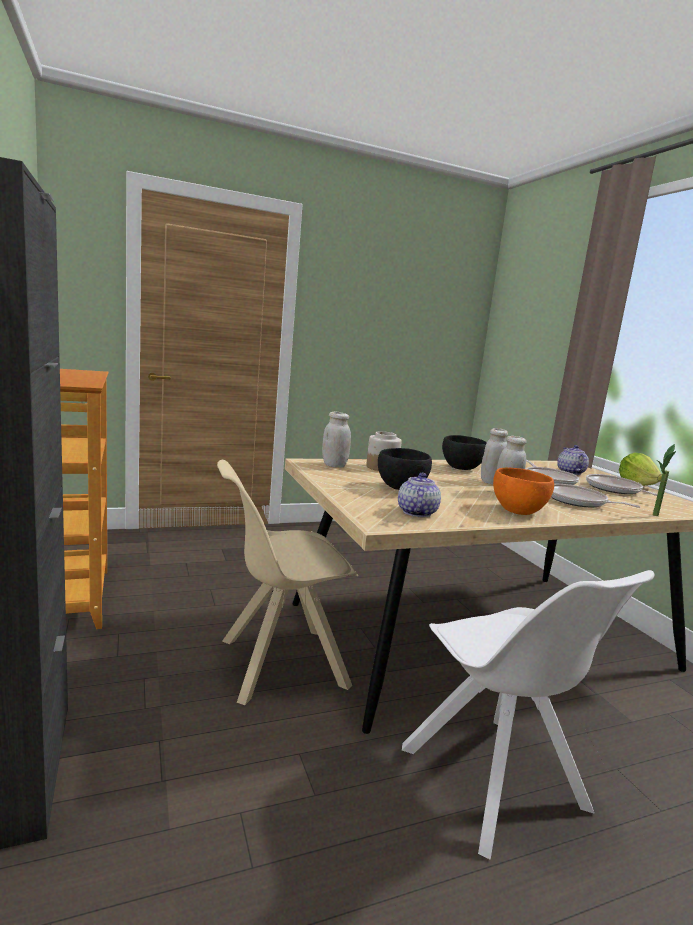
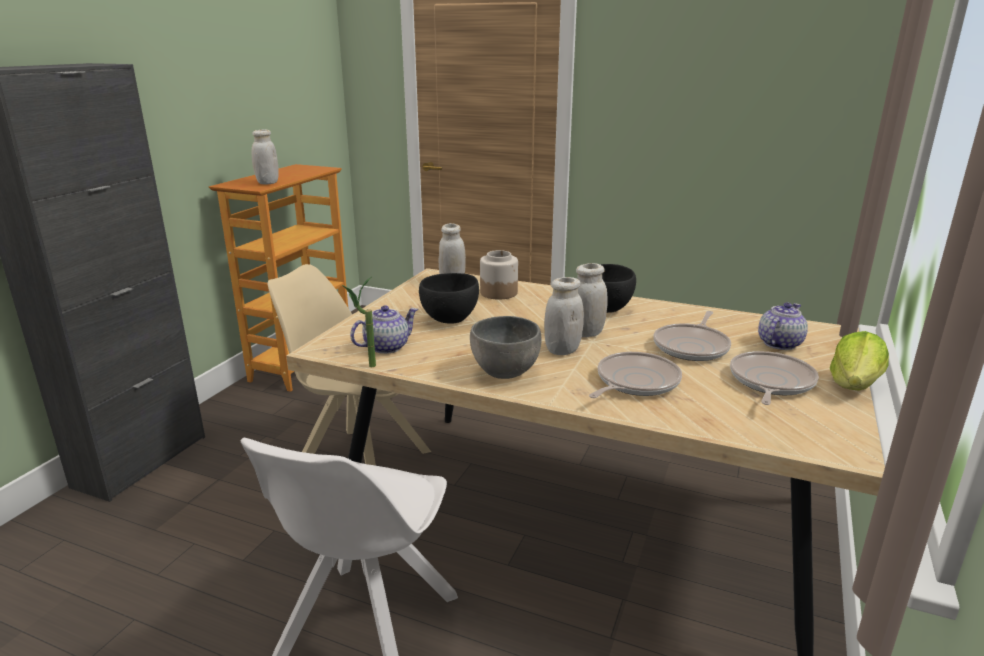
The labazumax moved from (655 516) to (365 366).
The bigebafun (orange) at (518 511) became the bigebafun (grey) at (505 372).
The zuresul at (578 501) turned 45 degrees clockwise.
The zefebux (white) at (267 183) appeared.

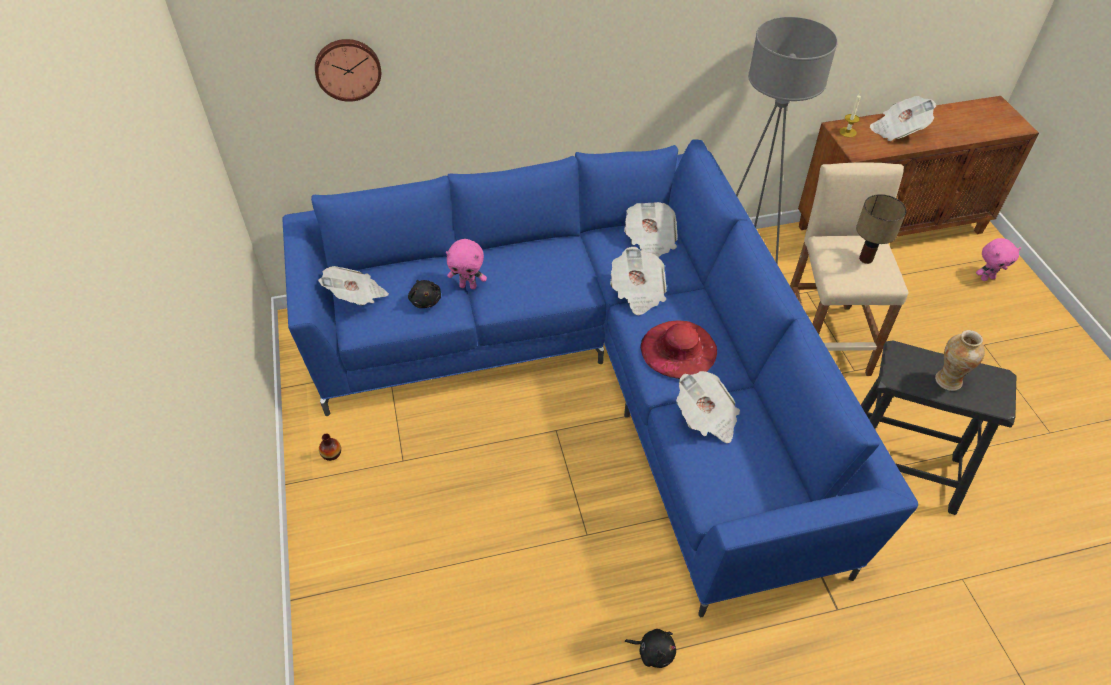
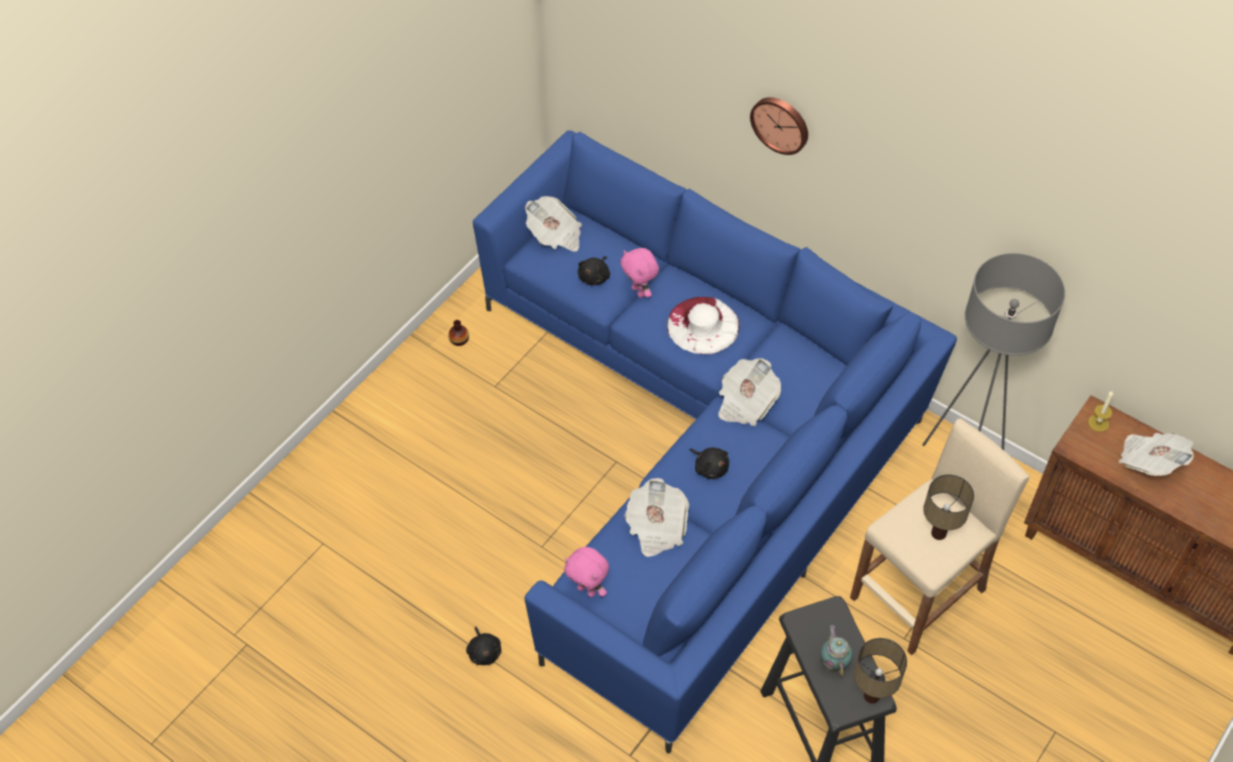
The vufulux moved from (347 68) to (781 124).
The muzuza at (650 241) disappeared.
The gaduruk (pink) moved from (987 278) to (587 590).
The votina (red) at (678 349) was replaced by the gaduruk (black) at (710 467).
The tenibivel at (948 381) was replaced by the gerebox at (834 661).
The votina (white) at (703 325) appeared.
The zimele at (872 695) appeared.

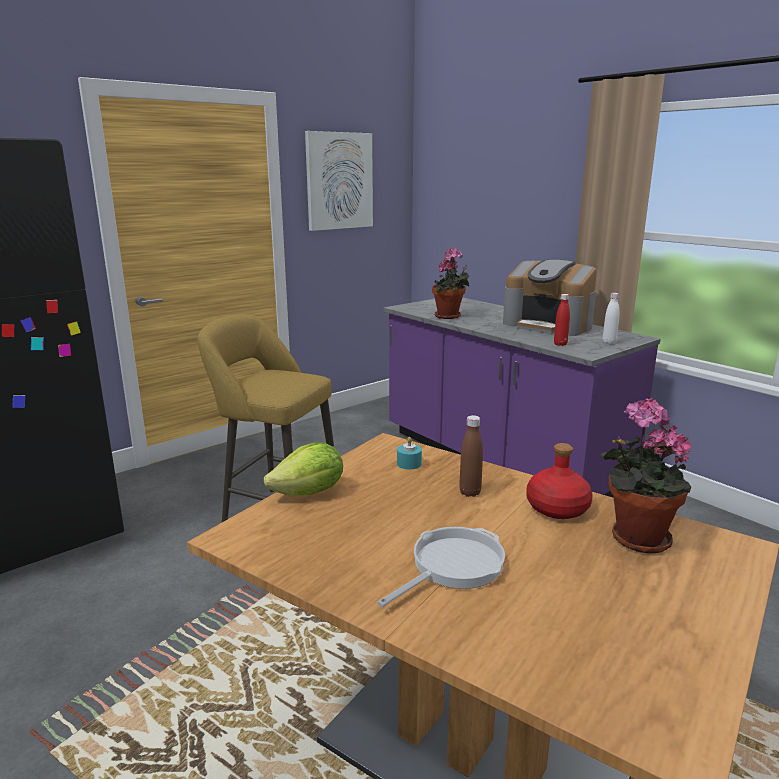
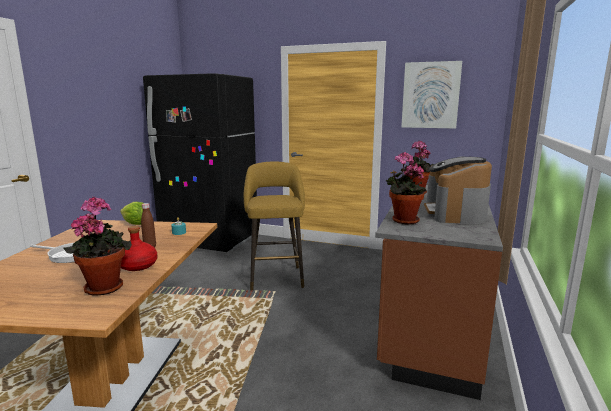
The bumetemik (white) at (609 342) disappeared.
The bumetemik (red) at (560 344) was replaced by the labazumax at (402 221).
The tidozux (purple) at (499 461) became the tidozux (brown) at (430 321).

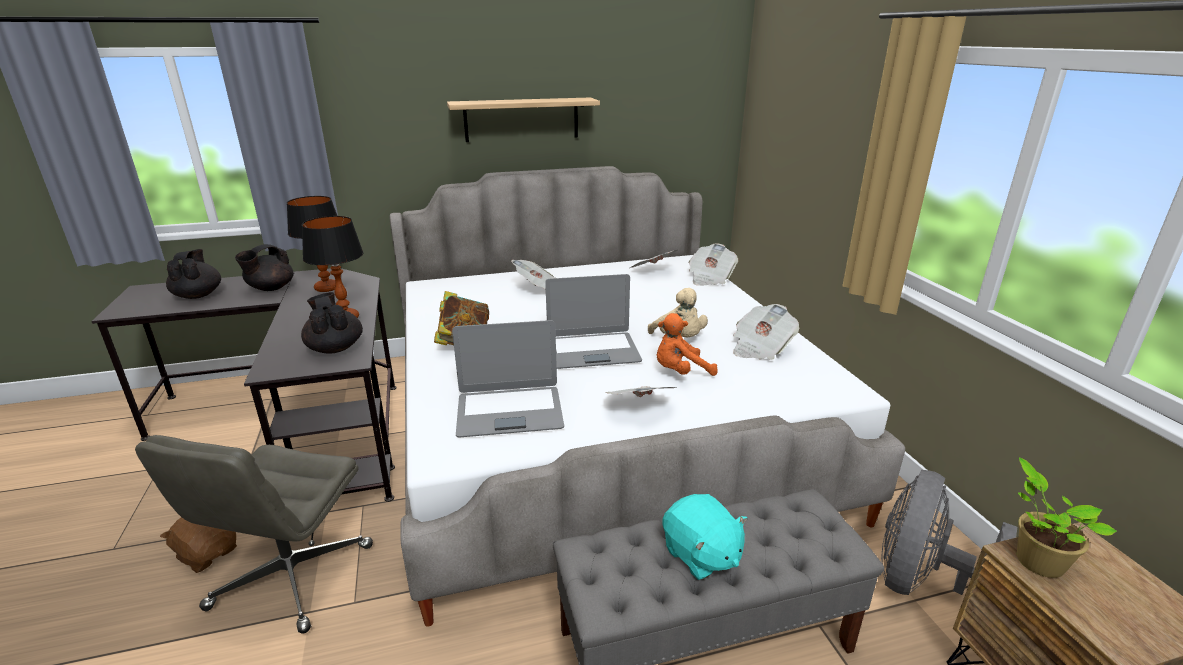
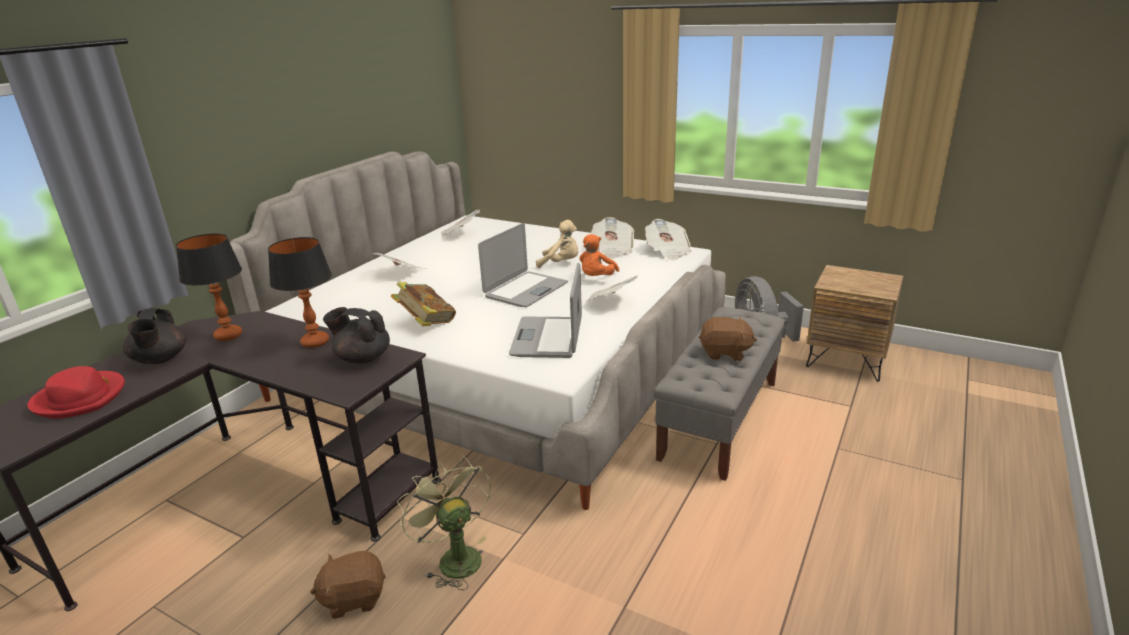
The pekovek at (521 119) disappeared.
The muzuza moved from (710 278) to (667 252).
The gerebox (black) at (198 295) was replaced by the votina (red) at (81 398).
The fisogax at (509 412) turned 150 degrees clockwise.
The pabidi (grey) at (291 578) was replaced by the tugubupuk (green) at (454 557).
The labazumax at (1035 560) disappeared.
The gaduruk (turquoise) at (701 555) became the gaduruk (brown) at (725 353).

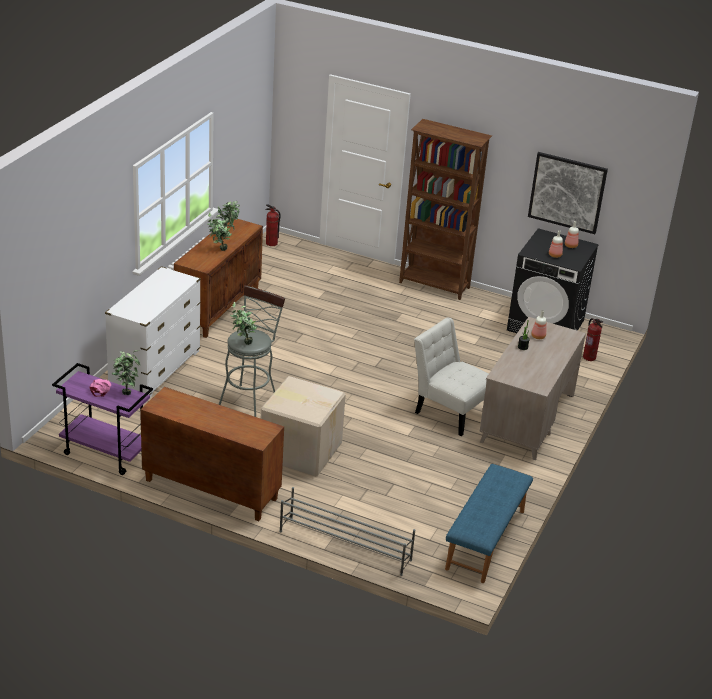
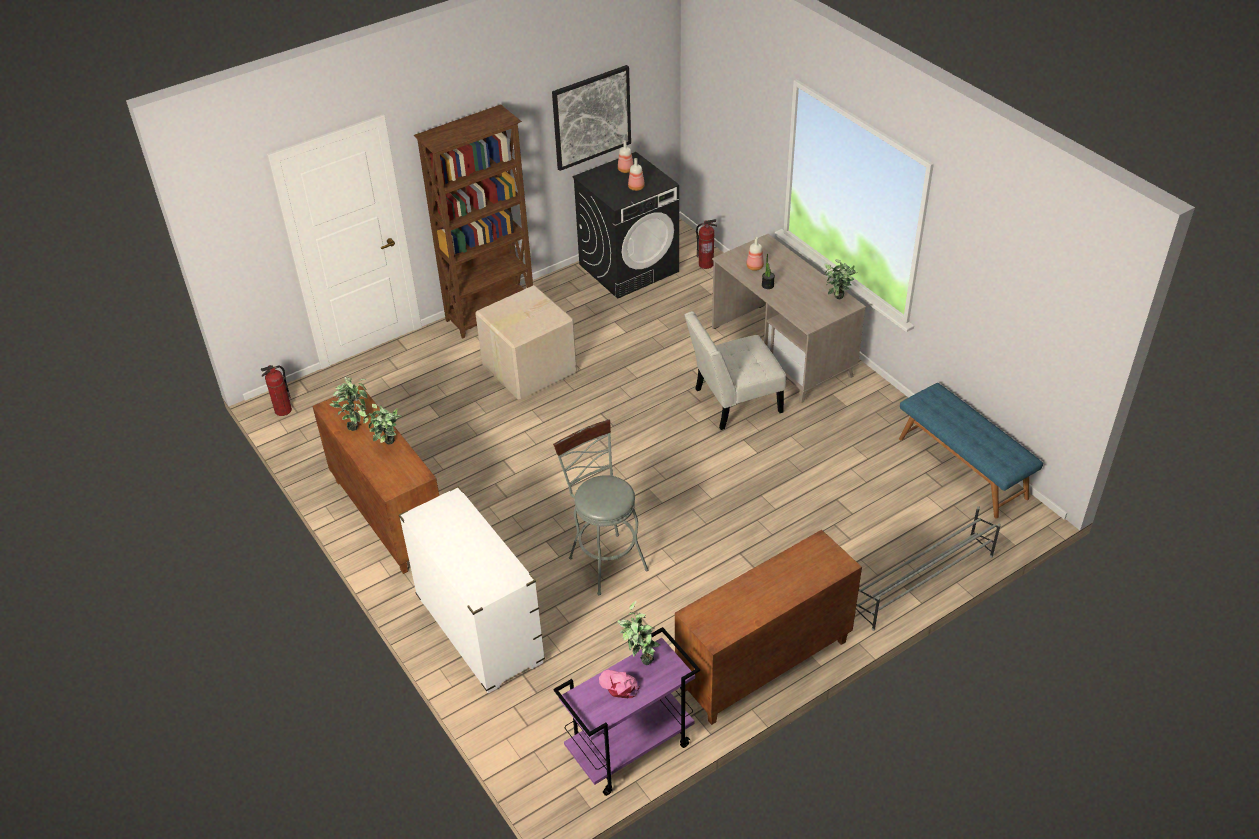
The labazumax moved from (243 343) to (837 301).
The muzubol moved from (300 450) to (528 369).

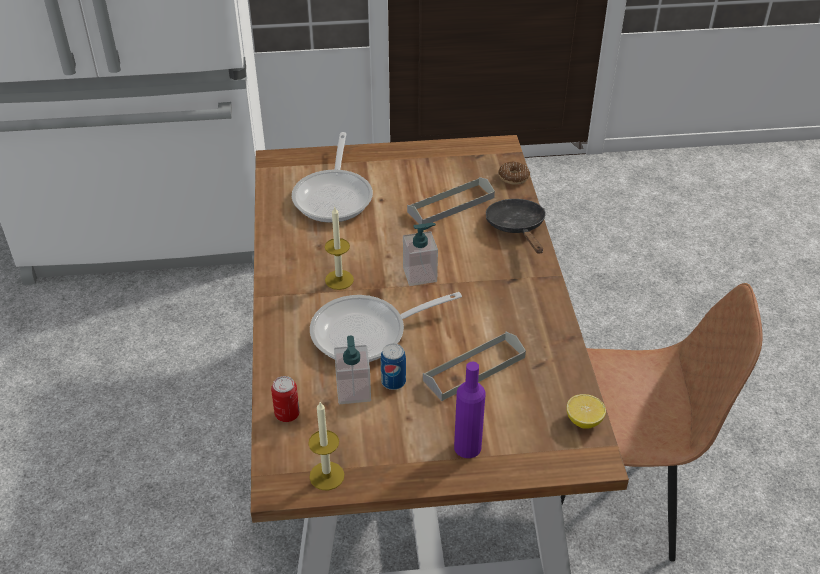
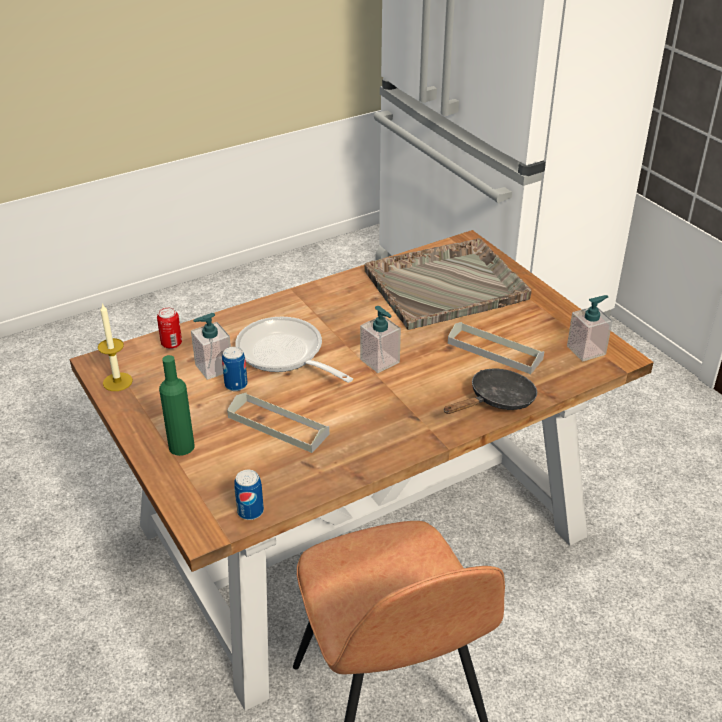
The zuresul at (334 196) was replaced by the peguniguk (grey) at (447 285).
The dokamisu at (513 177) disappeared.
The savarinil at (339 280) disappeared.
The bumetemik (purple) at (467 447) became the bumetemik (green) at (181 446).
The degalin at (583 420) was replaced by the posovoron at (250 511).
The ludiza at (586 350) appeared.

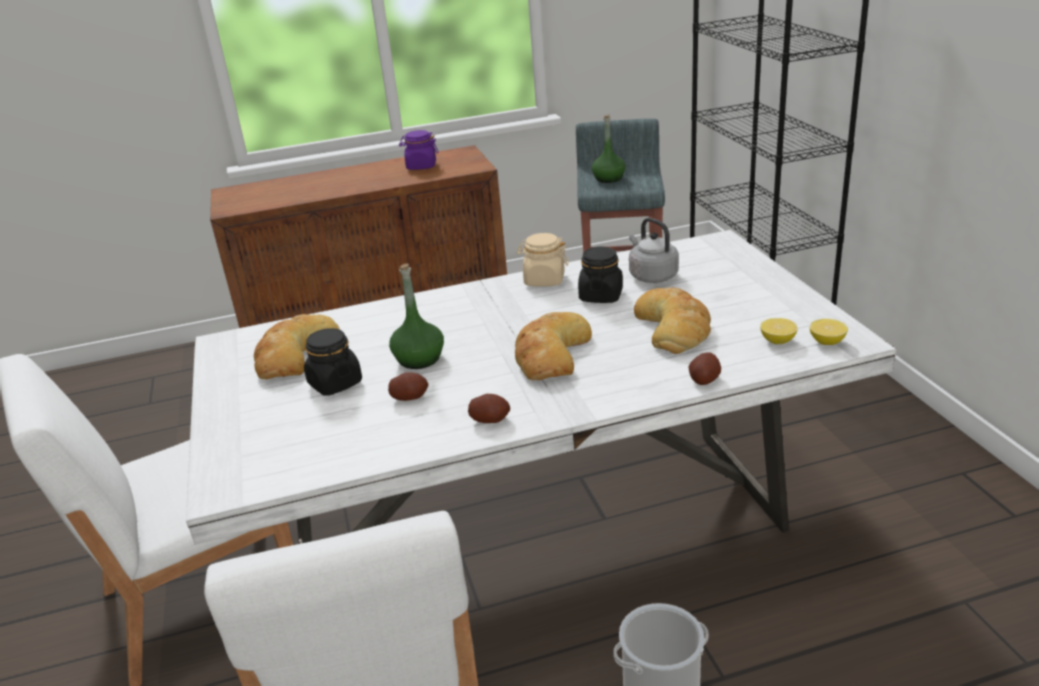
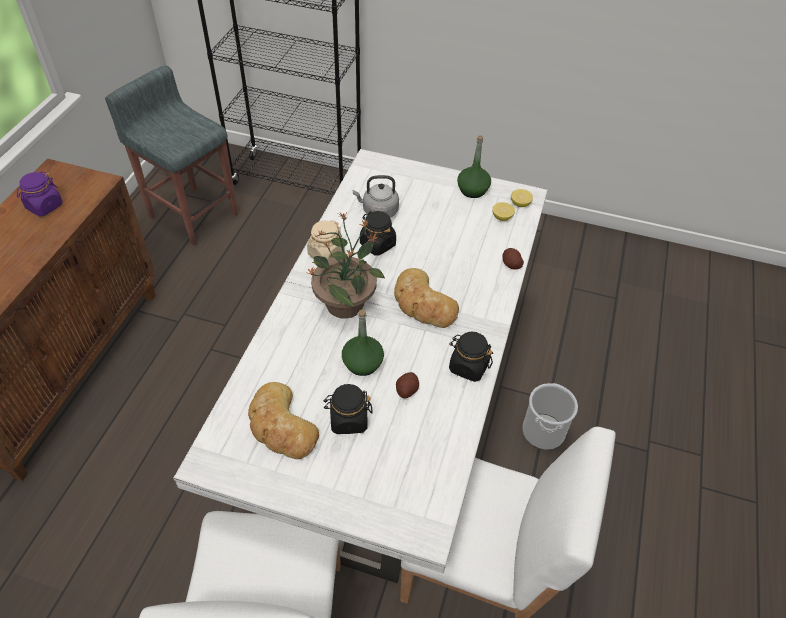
The bumetemik (green) moved from (608 178) to (472 190).
The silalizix at (674 327) disappeared.
The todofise at (490 419) was replaced by the zefebux (black) at (468 366).
The labazumax at (346 303) appeared.

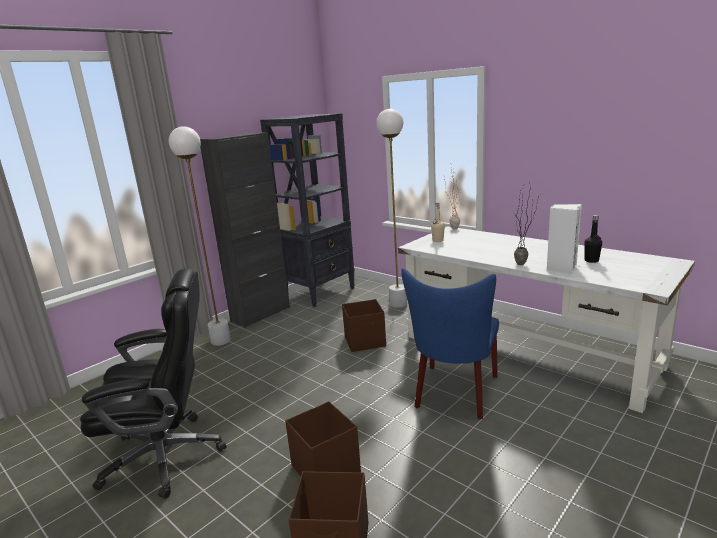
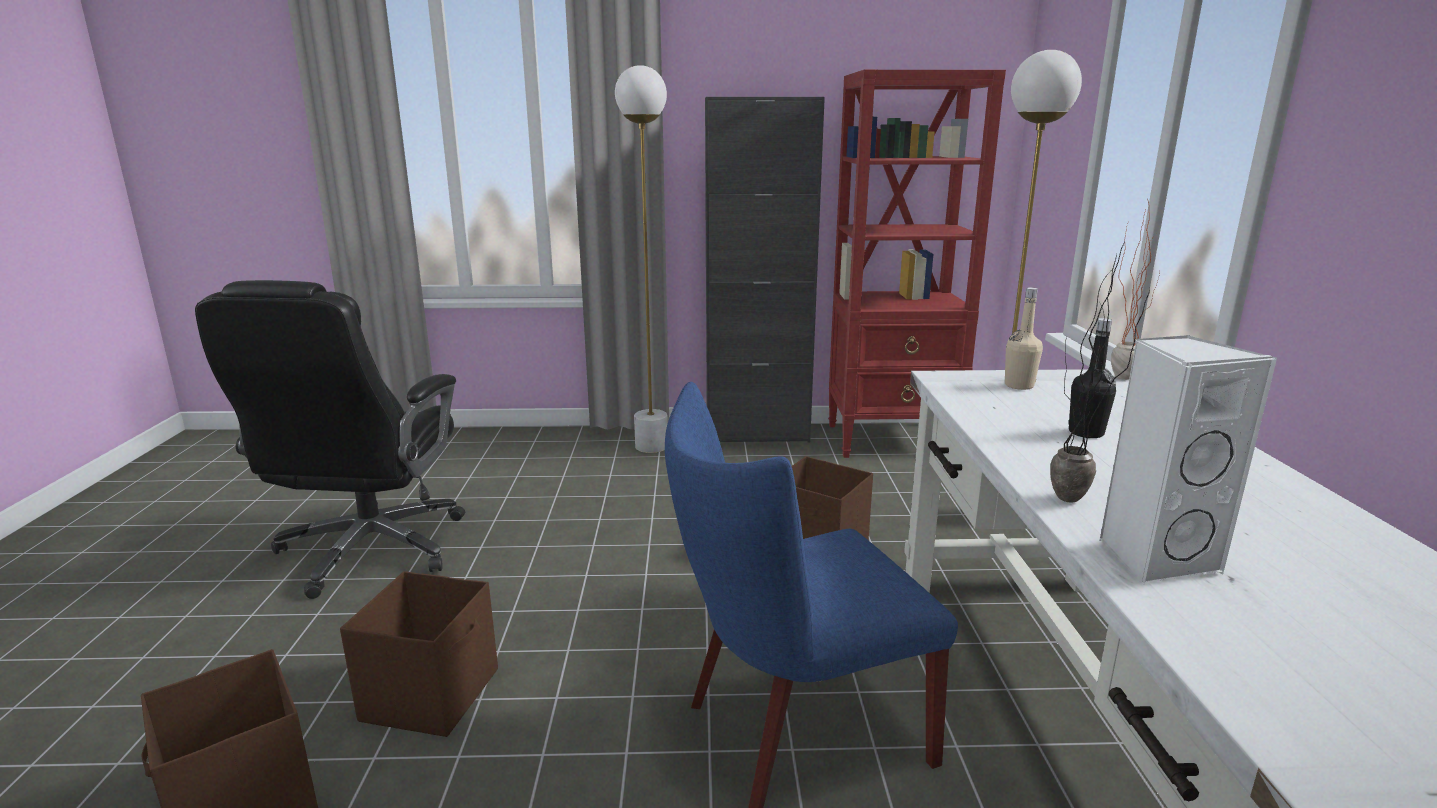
The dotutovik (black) at (320 292) became the dotutovik (red) at (892 440).
The bumetemik (black) moved from (591 260) to (1086 433).
The pabidi (black) at (167 455) turned 60 degrees clockwise.

